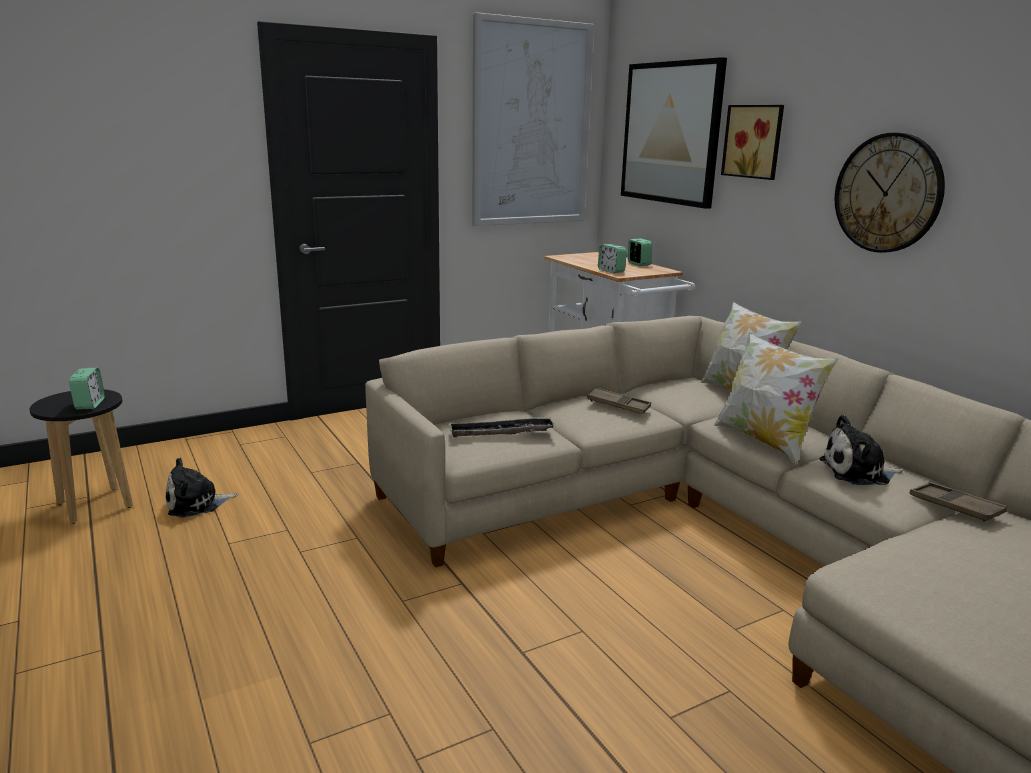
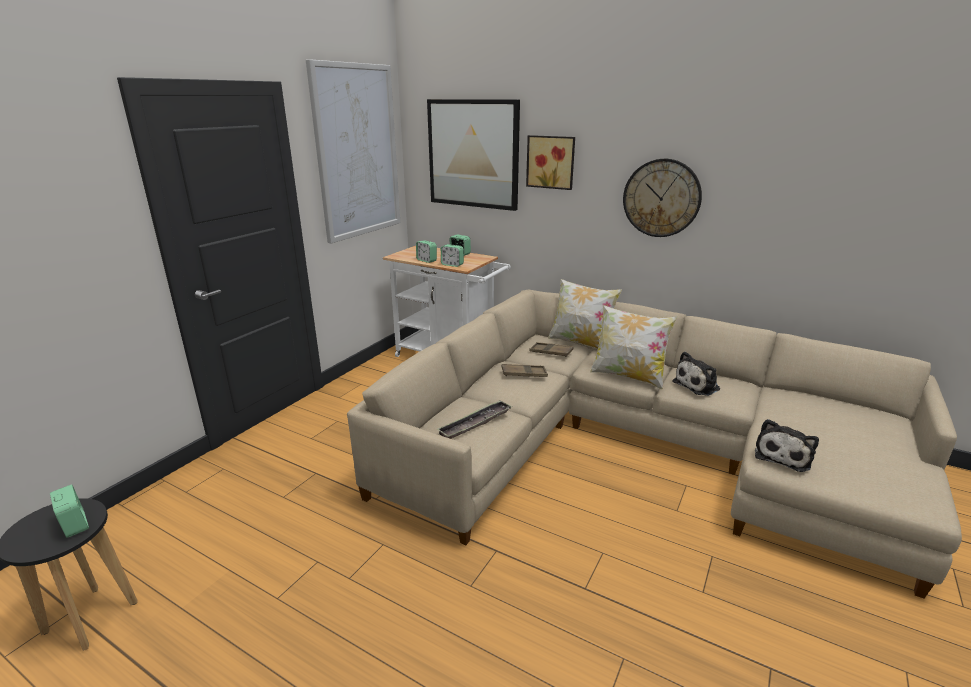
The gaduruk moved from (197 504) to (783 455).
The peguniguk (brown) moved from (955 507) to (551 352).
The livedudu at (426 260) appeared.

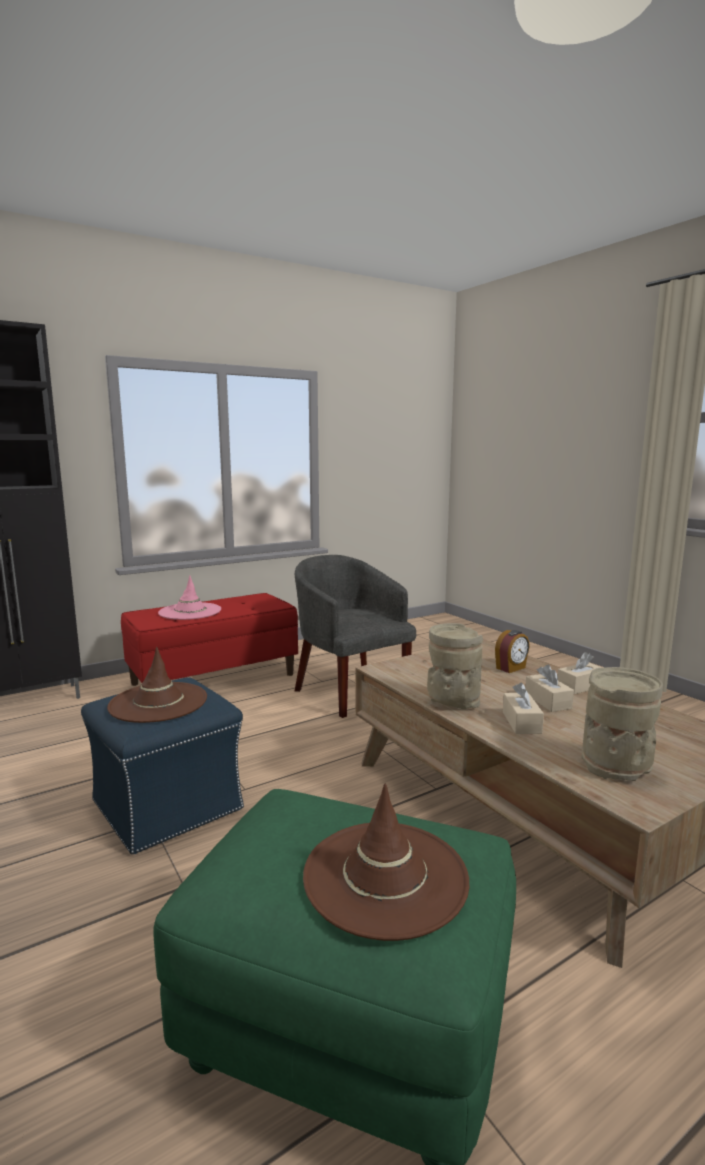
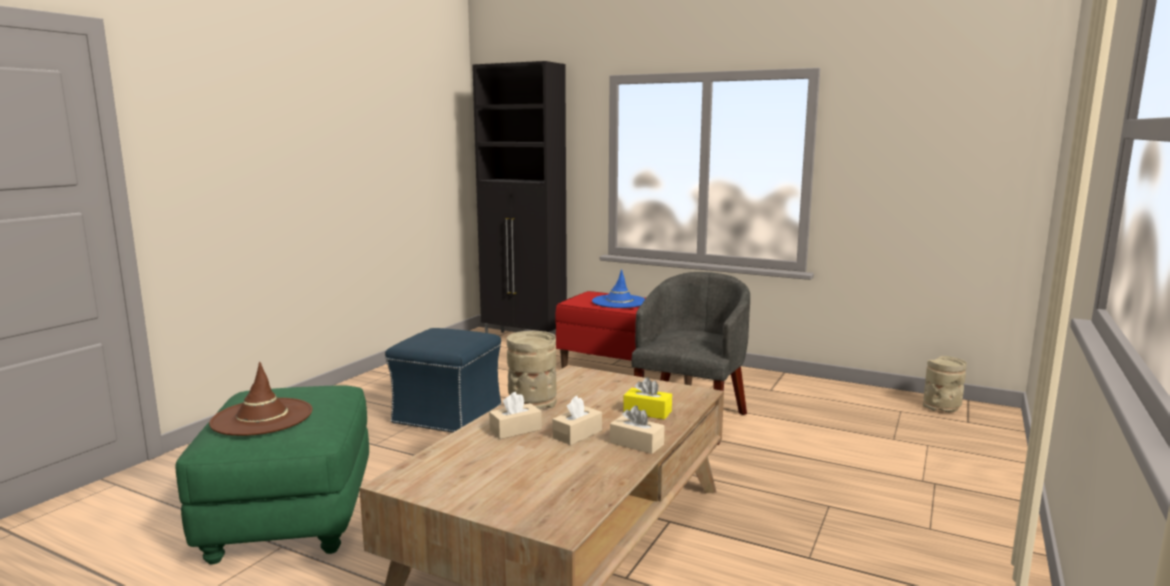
The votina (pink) at (190 611) became the votina (blue) at (619 302).
The livedudu at (511 668) was replaced by the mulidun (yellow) at (647 412).
The votina (brown) at (158 702) disappeared.
The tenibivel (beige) moved from (617 766) to (942 408).

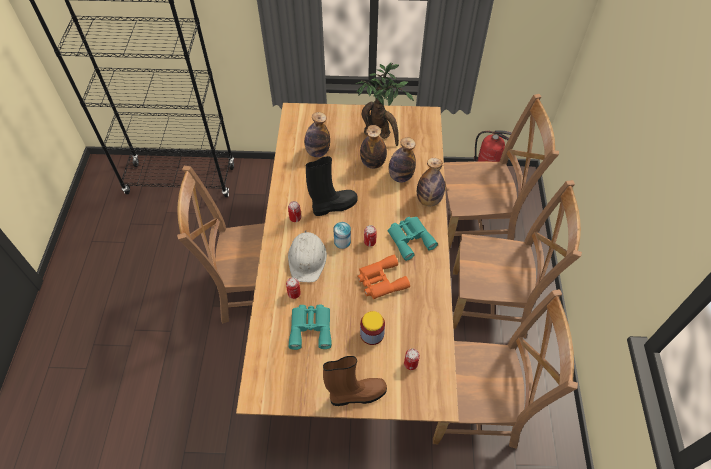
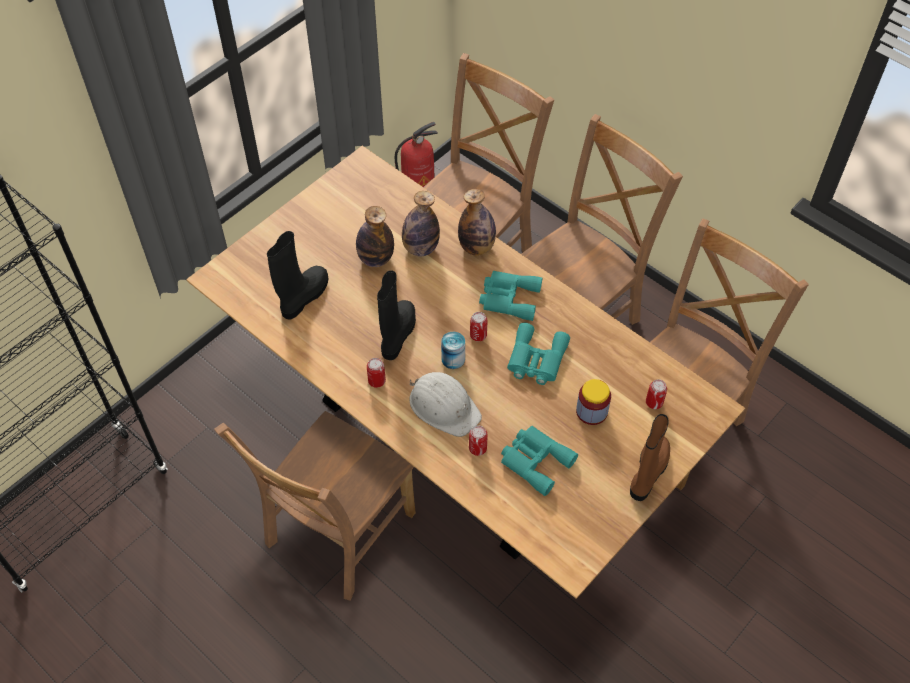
The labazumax at (380 135) disappeared.
The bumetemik at (317 152) was replaced by the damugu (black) at (303 297).
The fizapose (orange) at (380 281) became the fizapose (turquoise) at (536 360).

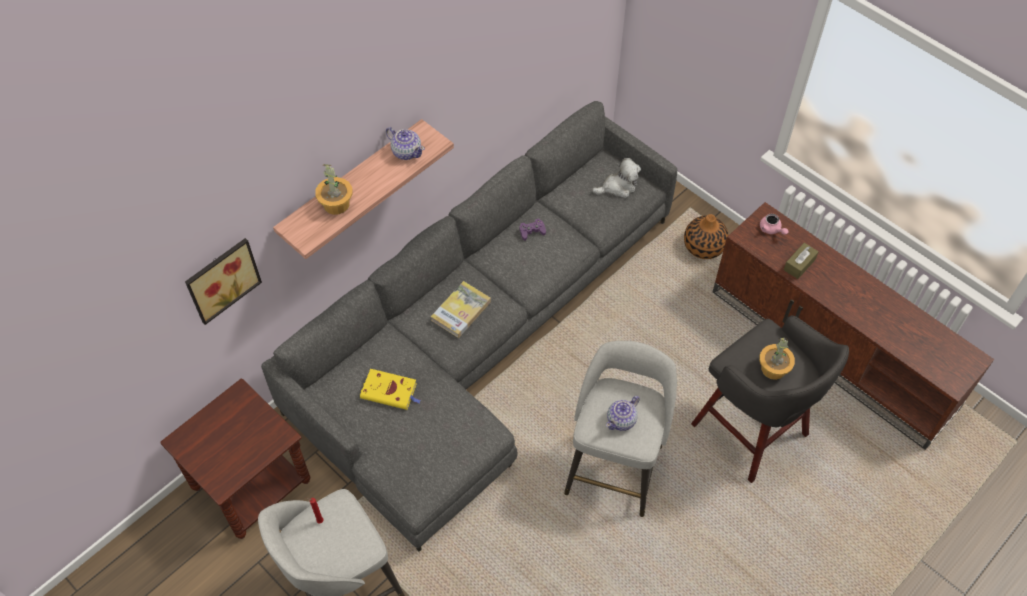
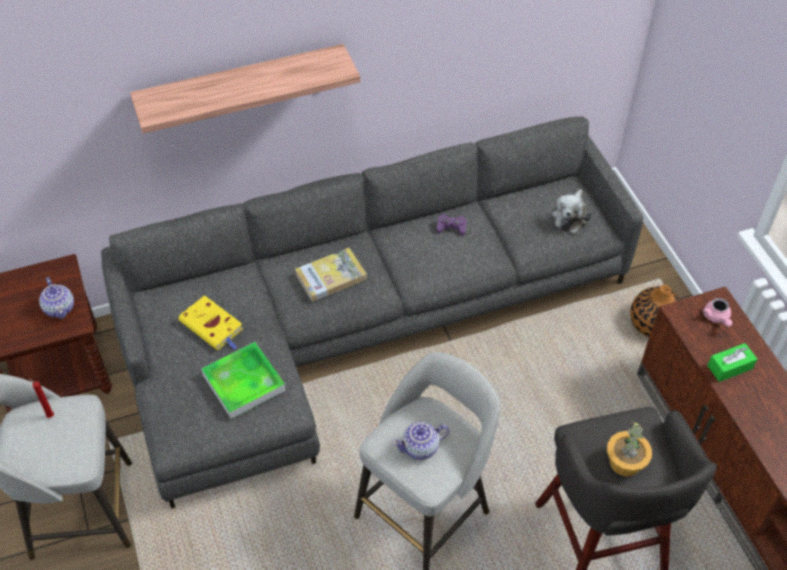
The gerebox moved from (406 152) to (59 308).
The gaduruk at (618 187) turned 105 degrees clockwise.
The labazumax at (336 204) disappeared.
The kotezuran at (221 278) disappeared.
The mulidun (brown) at (799 264) became the mulidun (green) at (730 367).
The peguniguk at (244 383) appeared.

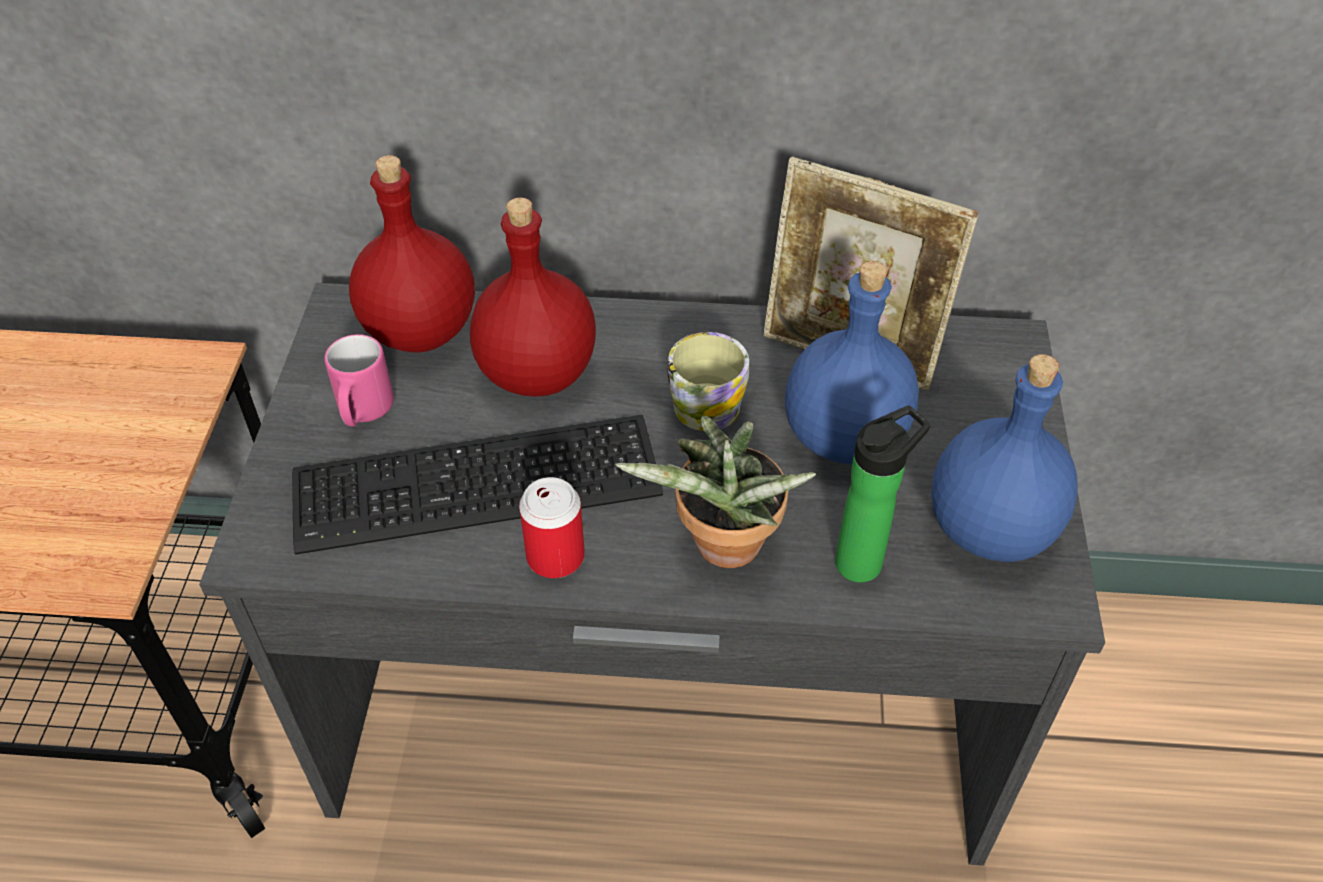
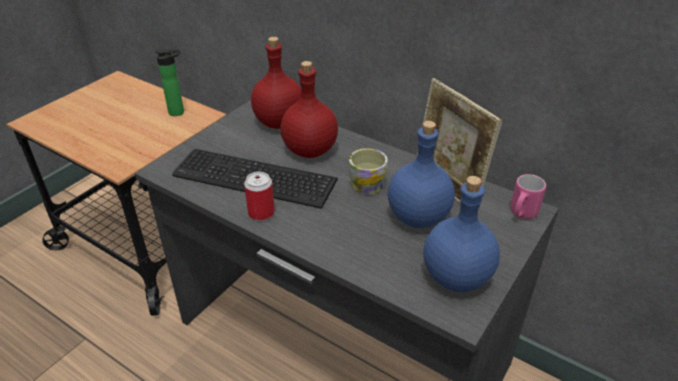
The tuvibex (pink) moved from (363 412) to (521 214).
The bumetemik moved from (864 560) to (179 112).
The labazumax at (722 550) disappeared.

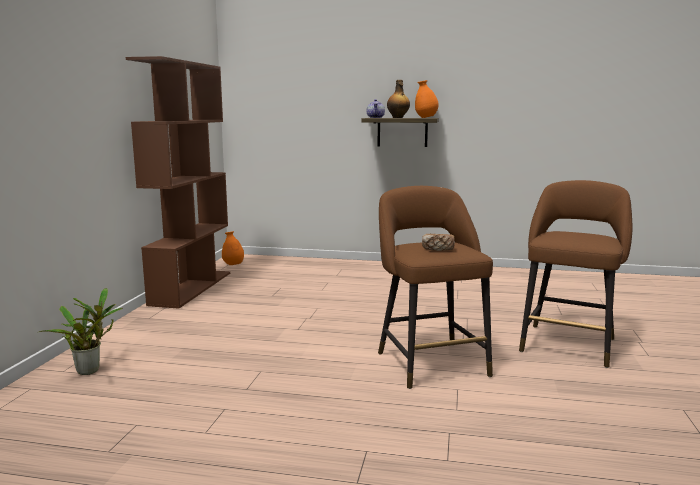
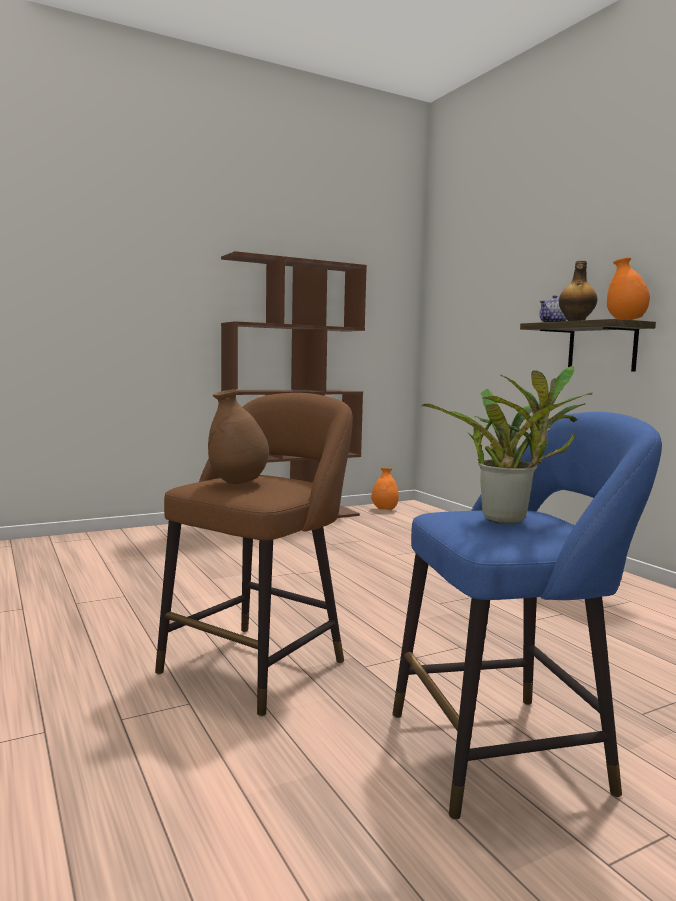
The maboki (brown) at (568 343) became the maboki (blue) at (509 750).
The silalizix at (438 249) was replaced by the tenibivel (brown) at (238 482).
The labazumax moved from (91 370) to (510 520).

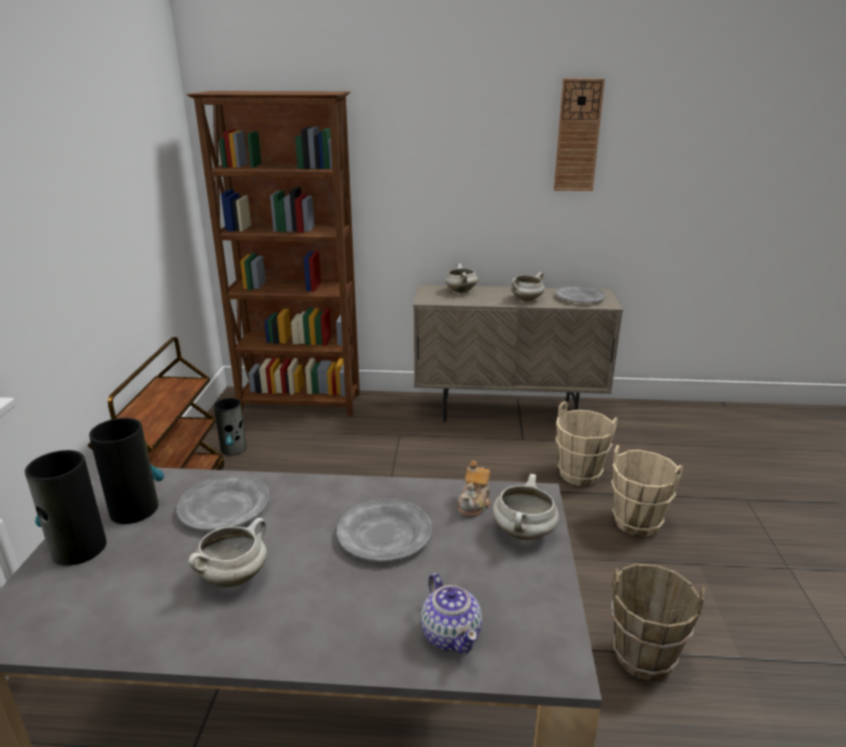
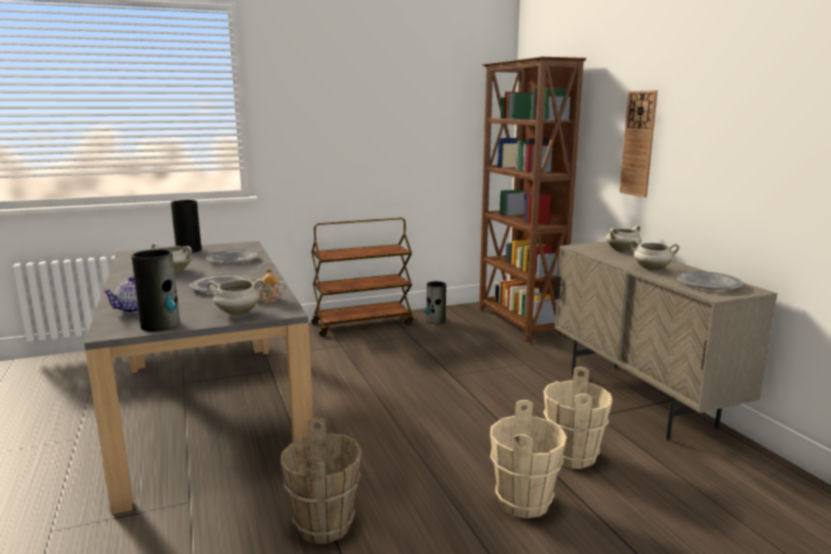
The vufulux moved from (578 136) to (638 143).
The tenibivel moved from (135 508) to (161 325).

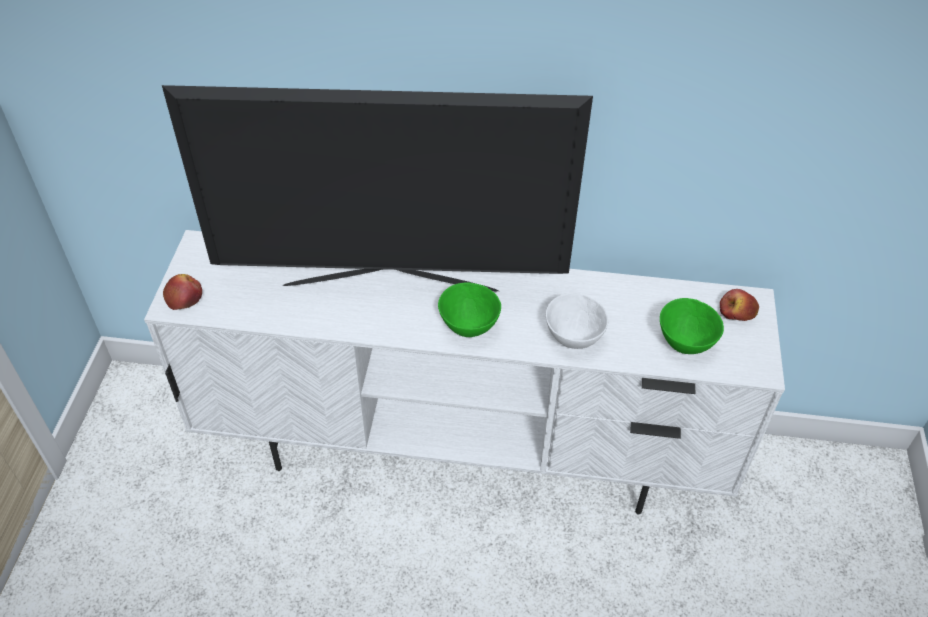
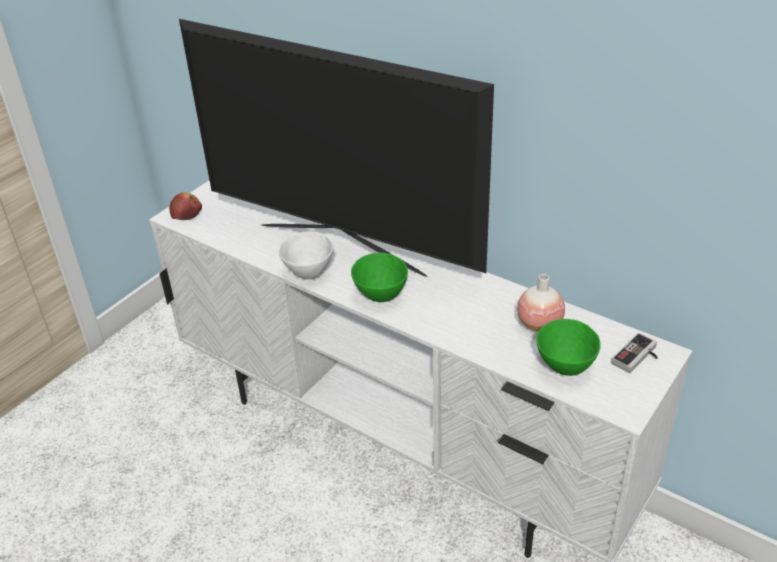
The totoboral at (737 312) was replaced by the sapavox at (638 358).
The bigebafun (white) moved from (572 339) to (308 272).
The tenibivel at (539 324) appeared.

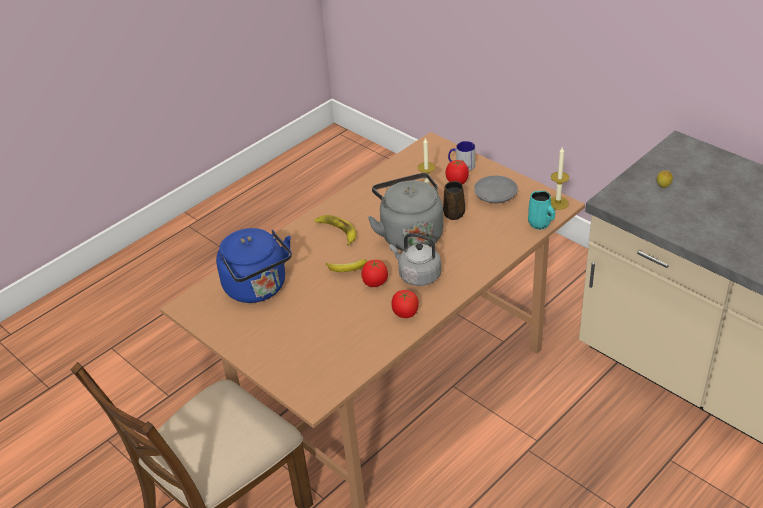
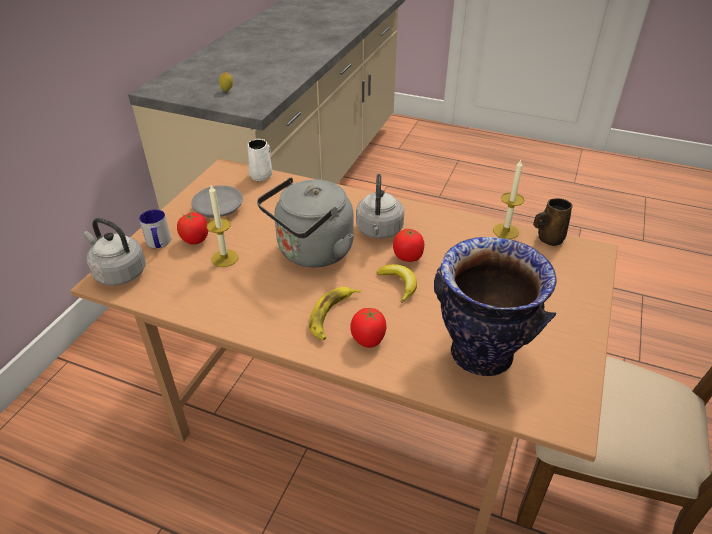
The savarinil moved from (558 203) to (505 231).
The tuvibex (brown) moved from (454 213) to (548 238).
The tuvibex (turquoise) at (540 224) became the tuvibex (white) at (262 175).
The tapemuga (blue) at (258 288) was replaced by the tenibivel at (481 354).
The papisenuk moved from (405 313) to (368 339).
The tapemuga (grey) at (118 272) appeared.

